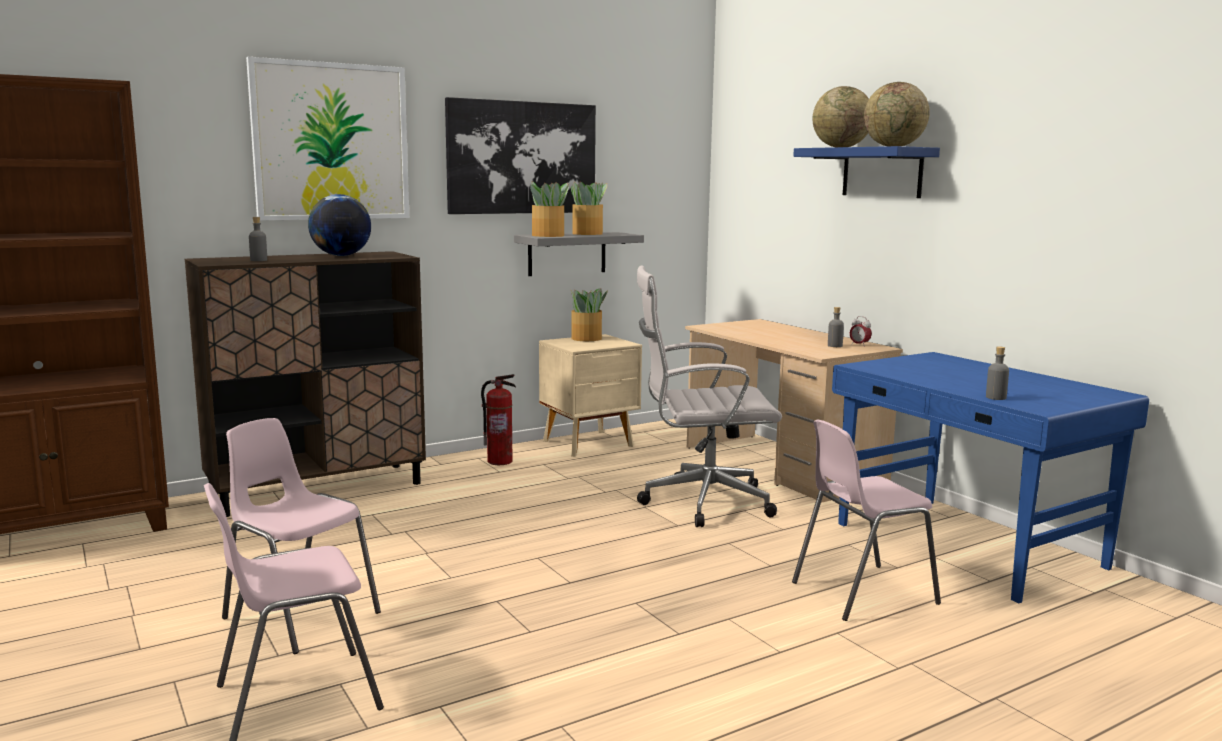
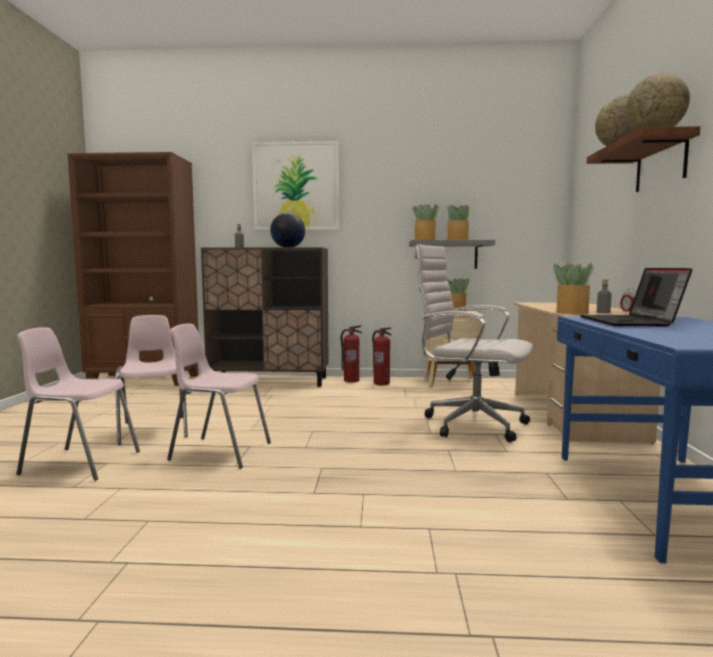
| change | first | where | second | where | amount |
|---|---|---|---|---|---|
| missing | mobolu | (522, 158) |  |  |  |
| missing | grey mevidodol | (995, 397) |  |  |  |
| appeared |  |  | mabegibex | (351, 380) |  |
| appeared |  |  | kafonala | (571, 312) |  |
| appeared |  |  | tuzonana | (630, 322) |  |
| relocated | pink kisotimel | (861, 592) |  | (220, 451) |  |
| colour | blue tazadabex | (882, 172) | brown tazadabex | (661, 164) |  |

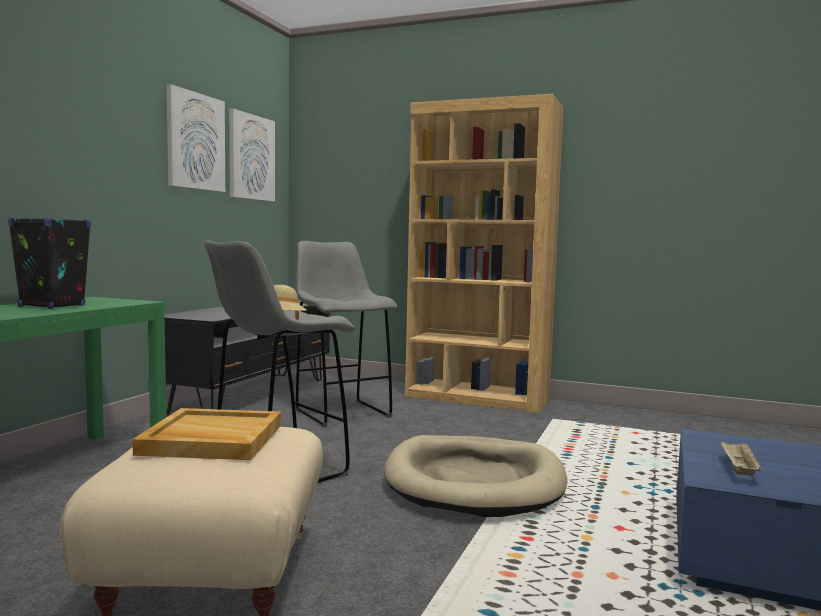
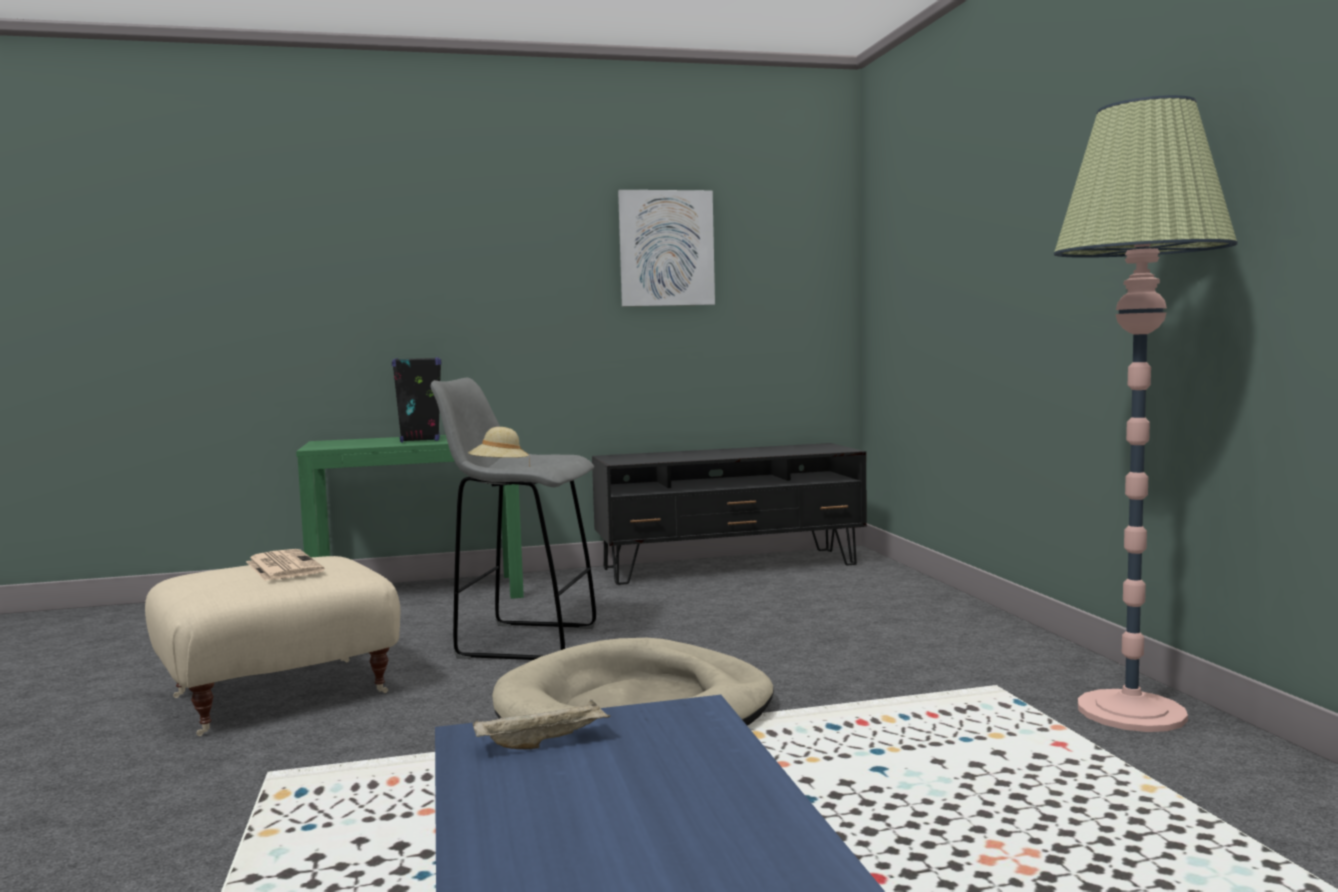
| change | first | where | second | where | amount |
|---|---|---|---|---|---|
| missing | mobolu | (251, 157) |  |  |  |
| missing | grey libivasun | (341, 413) |  |  |  |
| missing | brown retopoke | (477, 398) |  |  |  |
| appeared |  |  | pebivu | (1131, 712) |  |
| exchanged | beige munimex | (211, 439) | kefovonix | (282, 567) |  |

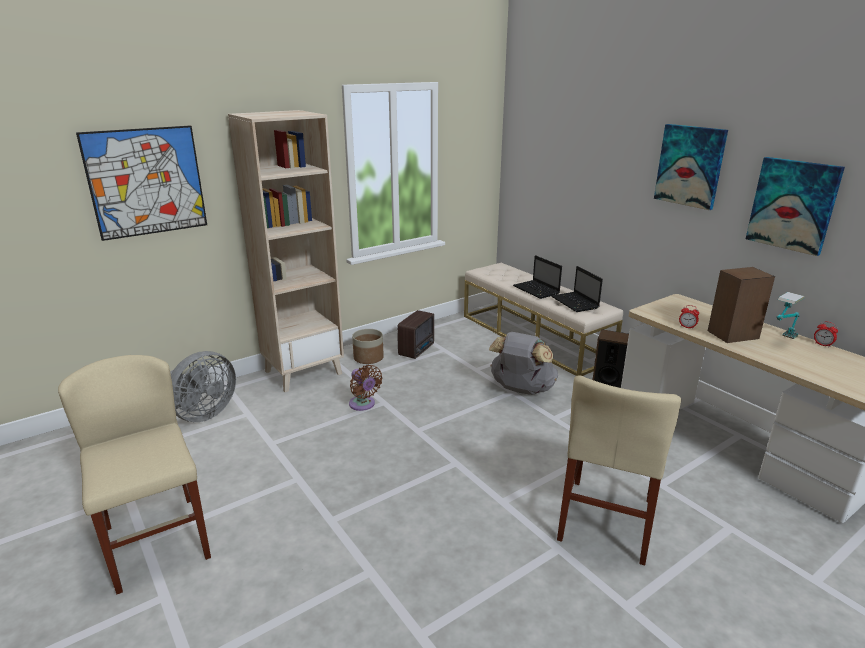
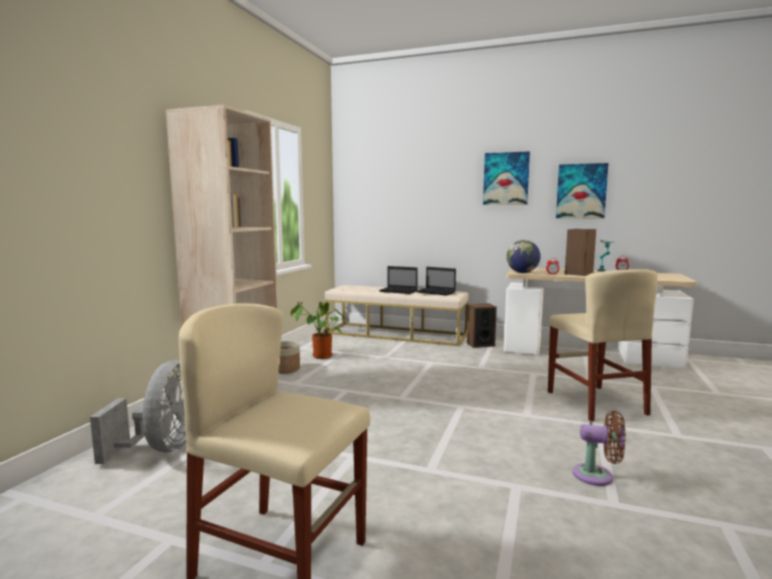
| change | first | where | second | where | amount |
|---|---|---|---|---|---|
| missing | mobolu | (146, 182) |  |  |  |
| missing | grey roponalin | (521, 390) |  |  |  |
| appeared |  |  | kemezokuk | (522, 272) |  |
| relocated | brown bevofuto | (363, 405) |  | (597, 476) |  |
| exchanged | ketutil | (417, 349) | kafonala | (320, 356) |  |

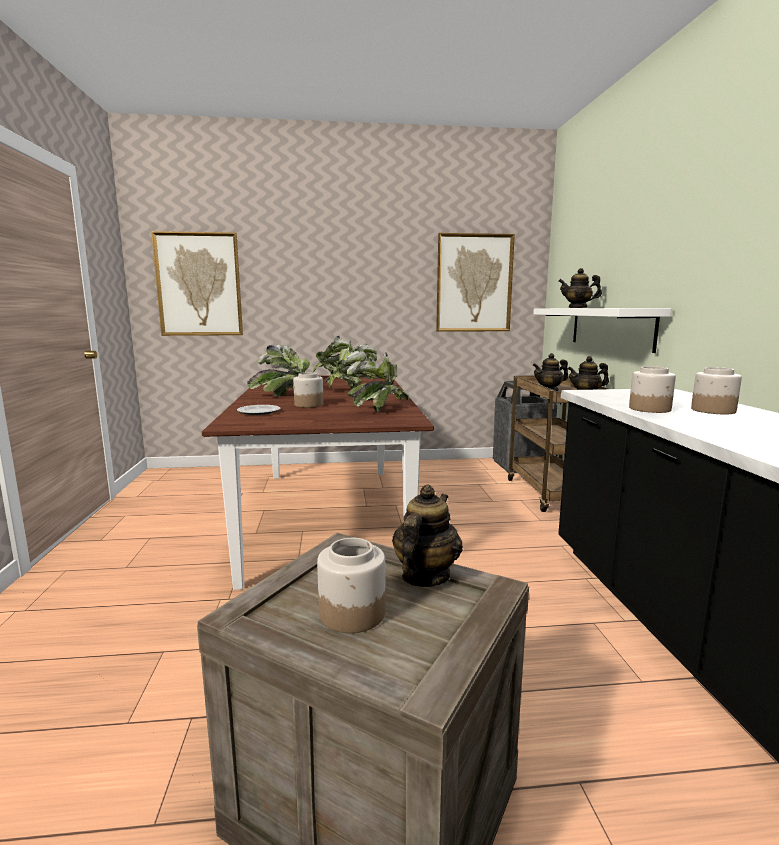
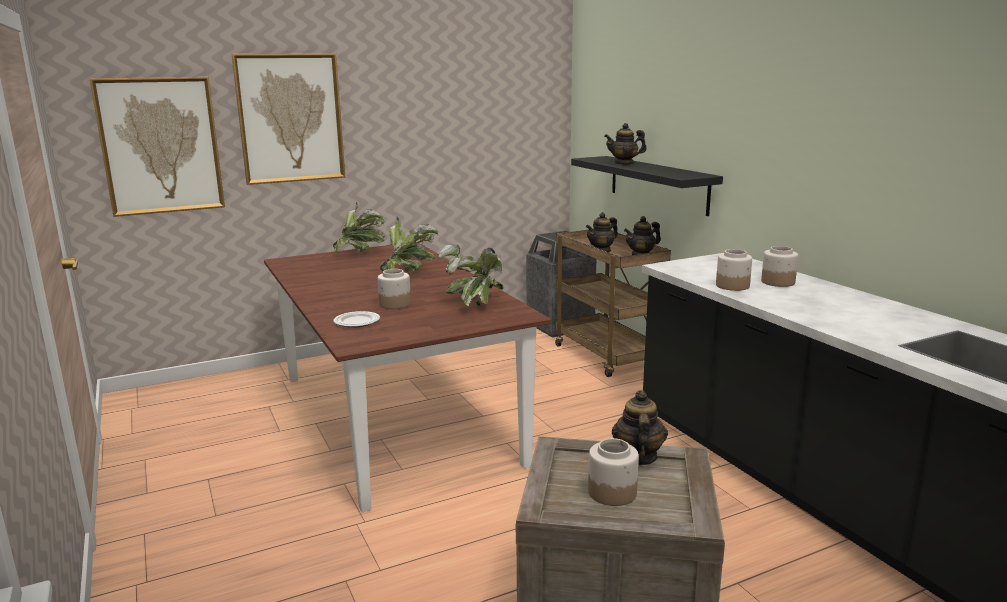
| change | first | where | second | where | amount |
|---|---|---|---|---|---|
| missing | kafonala | (284, 395) |  |  |  |
| relocated | mobolu | (474, 283) |  | (290, 118) |  |
| colour | white tazadabex | (610, 327) | black tazadabex | (657, 184) |  |

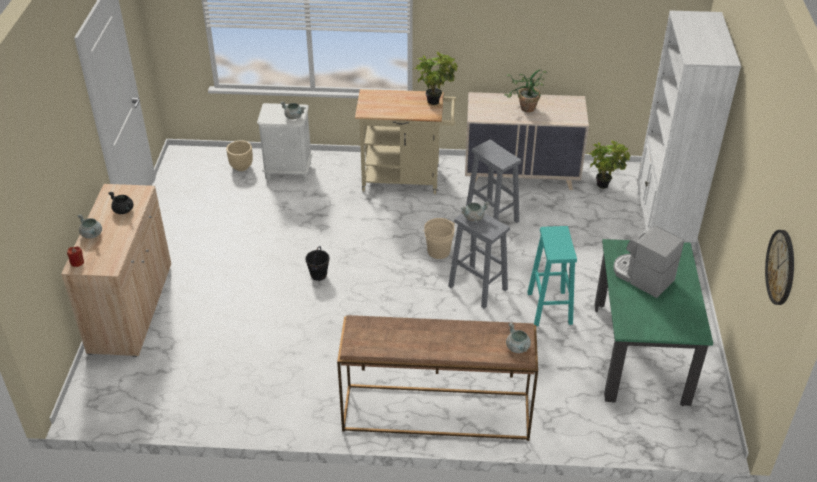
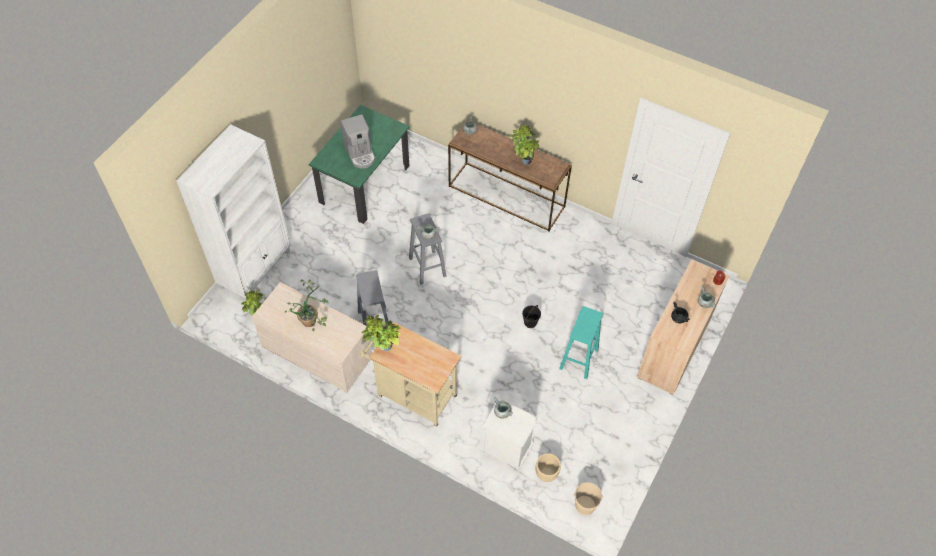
| change | first | where | second | where | amount |
|---|---|---|---|---|---|
| missing | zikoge | (781, 267) |  |  |  |
| appeared |  |  | kafonala | (523, 160) |  |
| relocated | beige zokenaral | (438, 251) |  | (585, 505) |  |
| relocated | turquoise libivasun | (549, 307) |  | (578, 359) |  |

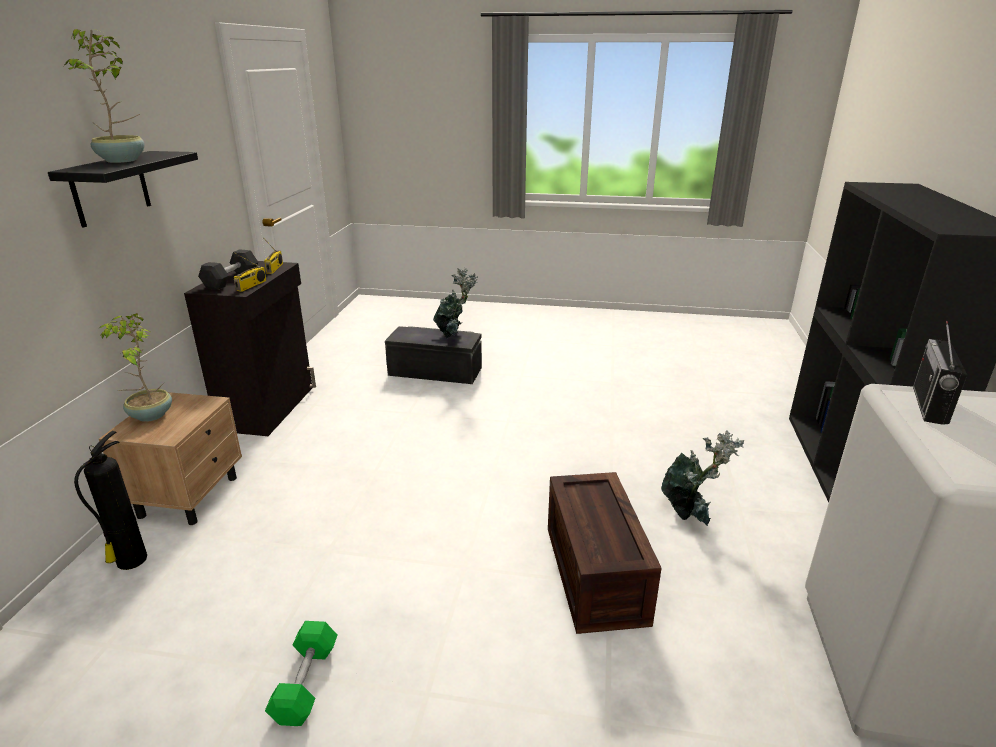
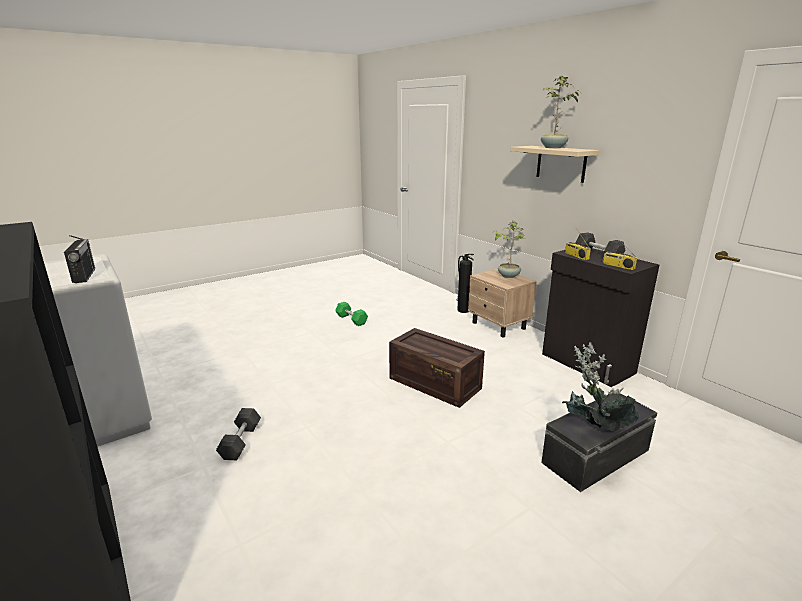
| change | first | where | second | where | amount |
|---|---|---|---|---|---|
| relocated | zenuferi | (598, 575) |  | (433, 383) |  |
| exchanged | kafonala | (690, 514) | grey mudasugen | (240, 442) |  |
| colour | black tazadabex | (110, 188) | beige tazadabex | (561, 163) |  |

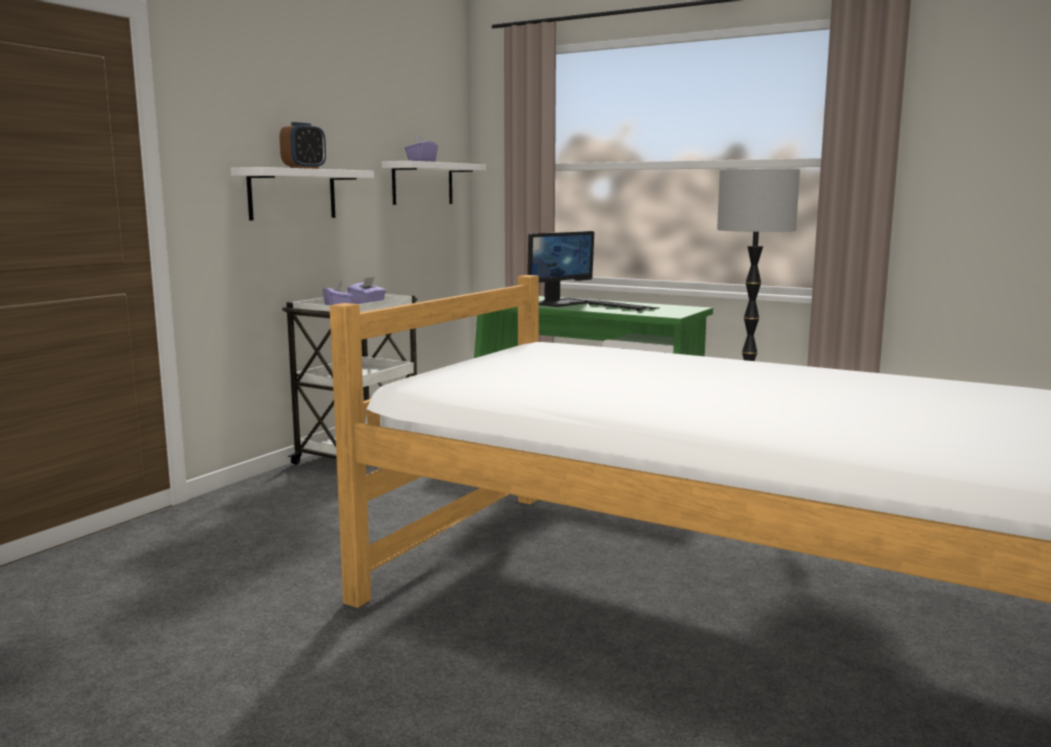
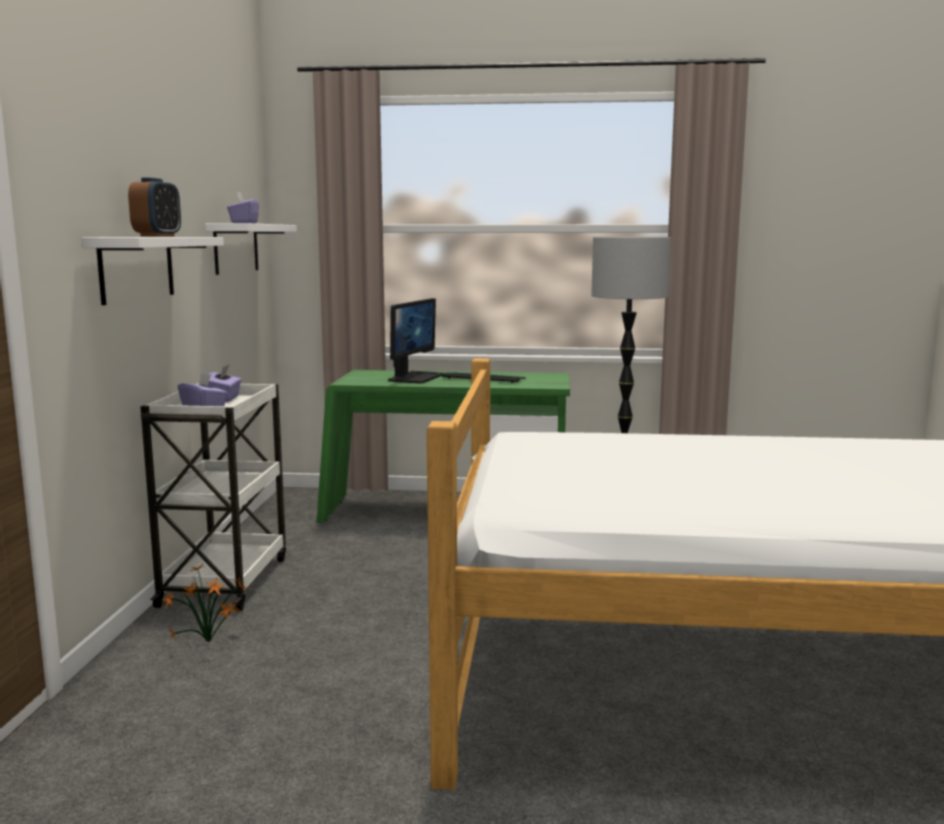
| change | first | where | second | where | amount |
|---|---|---|---|---|---|
| appeared |  |  | kafonala | (211, 642) |  |

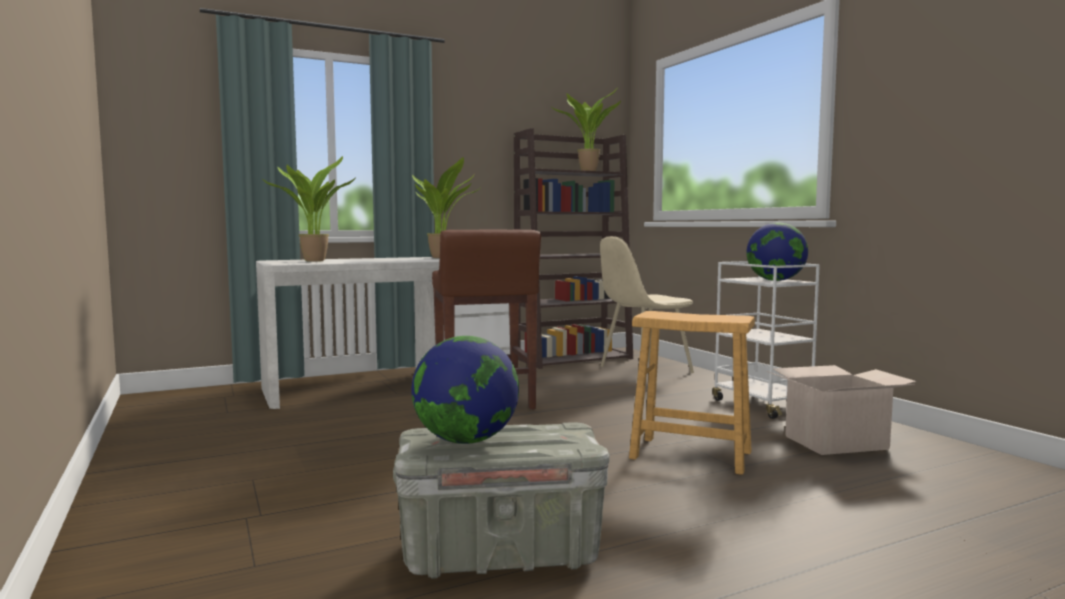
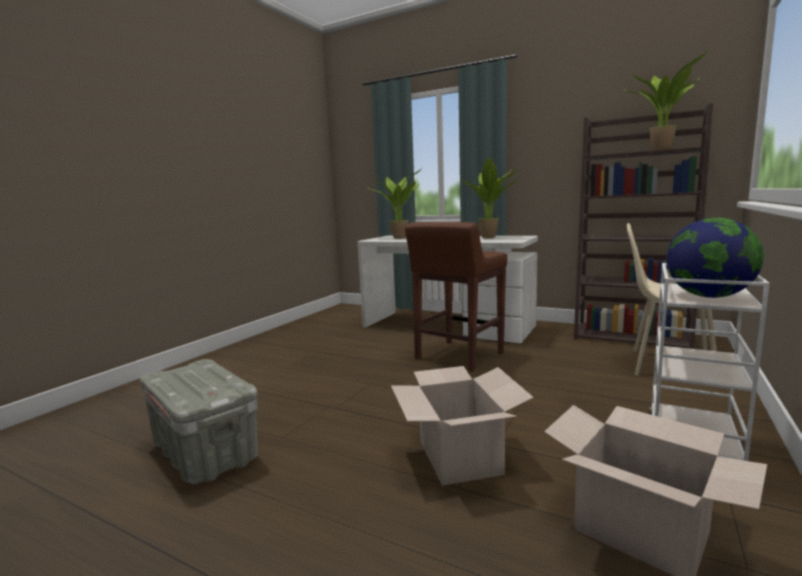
| change | first | where | second | where | amount |
|---|---|---|---|---|---|
| missing | kemezokuk | (466, 441) |  |  |  |
| exchanged | brown libivasun | (691, 455) | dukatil | (460, 457) |  |

